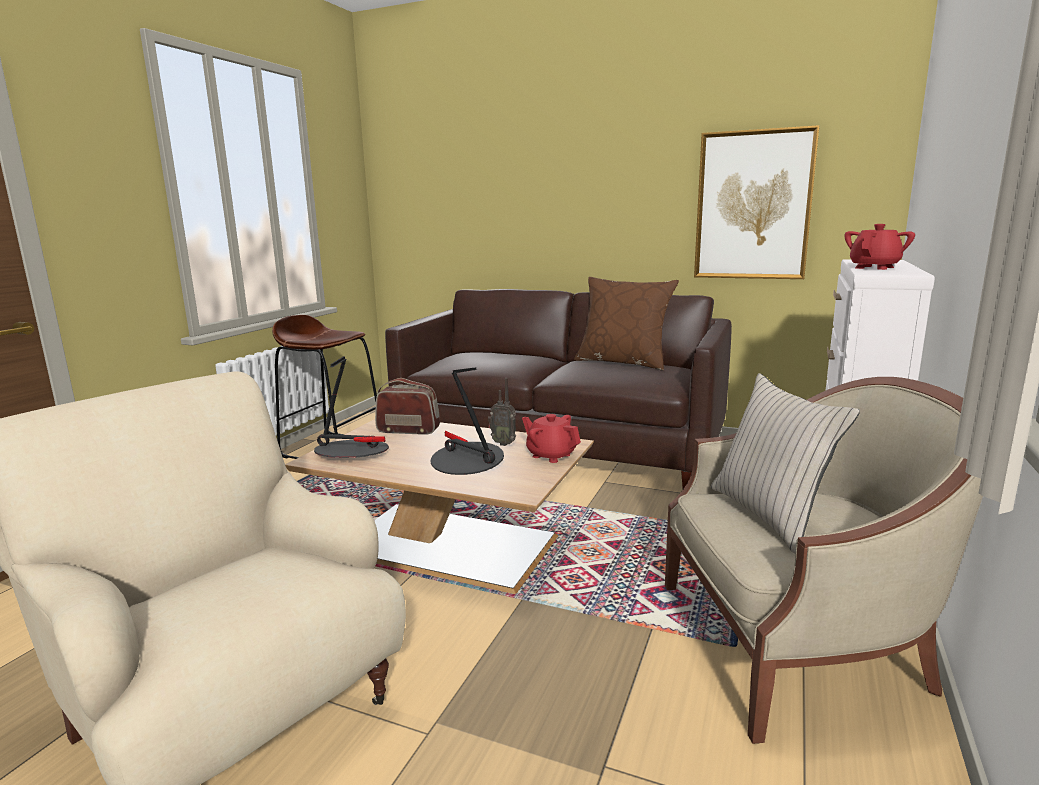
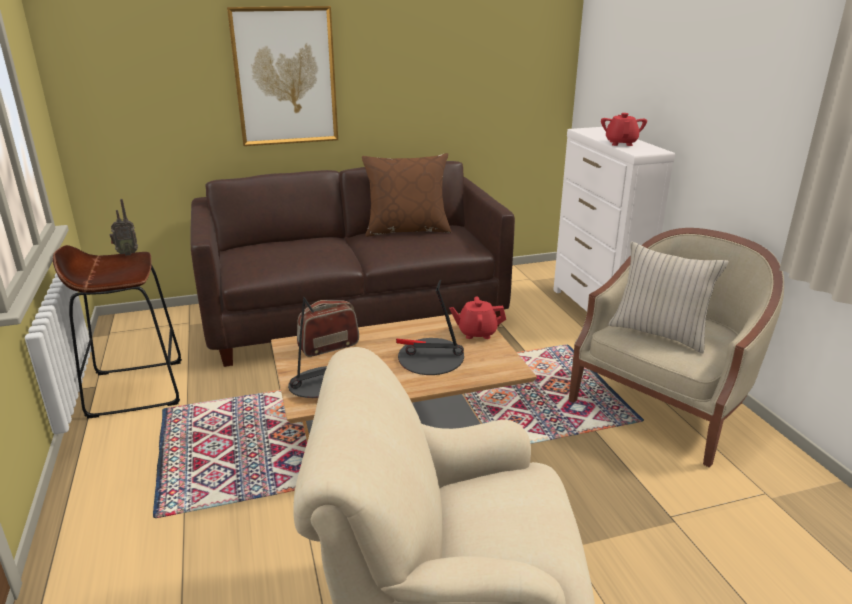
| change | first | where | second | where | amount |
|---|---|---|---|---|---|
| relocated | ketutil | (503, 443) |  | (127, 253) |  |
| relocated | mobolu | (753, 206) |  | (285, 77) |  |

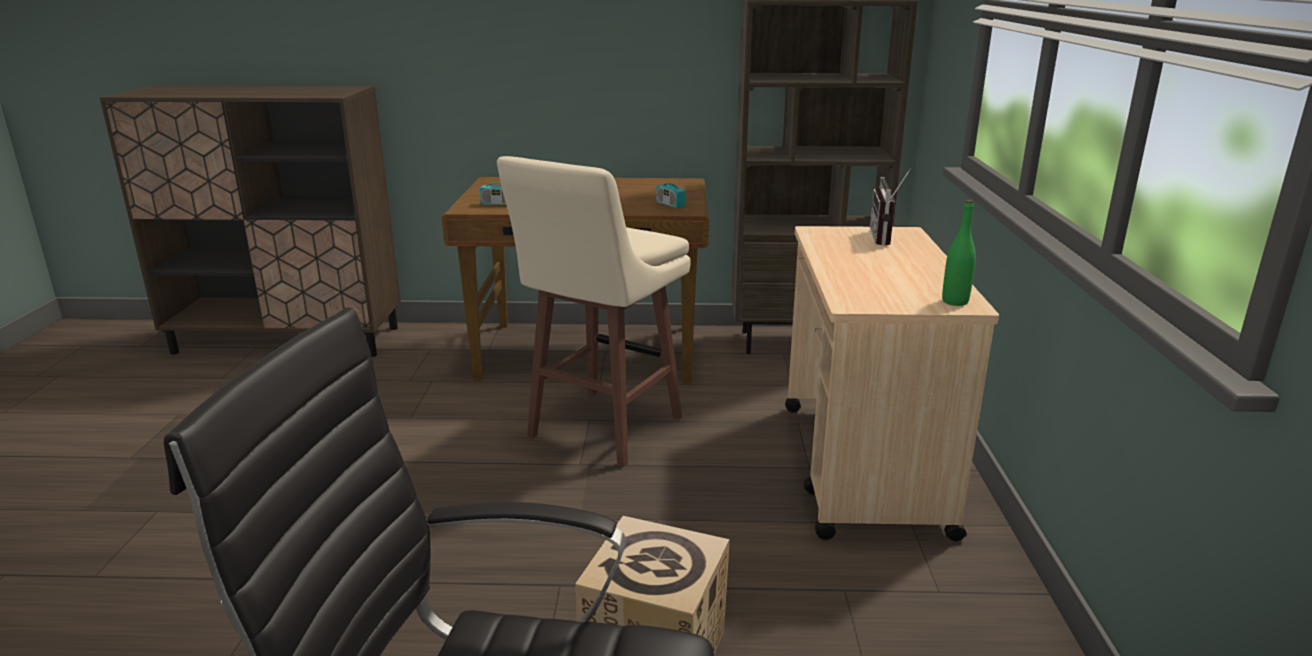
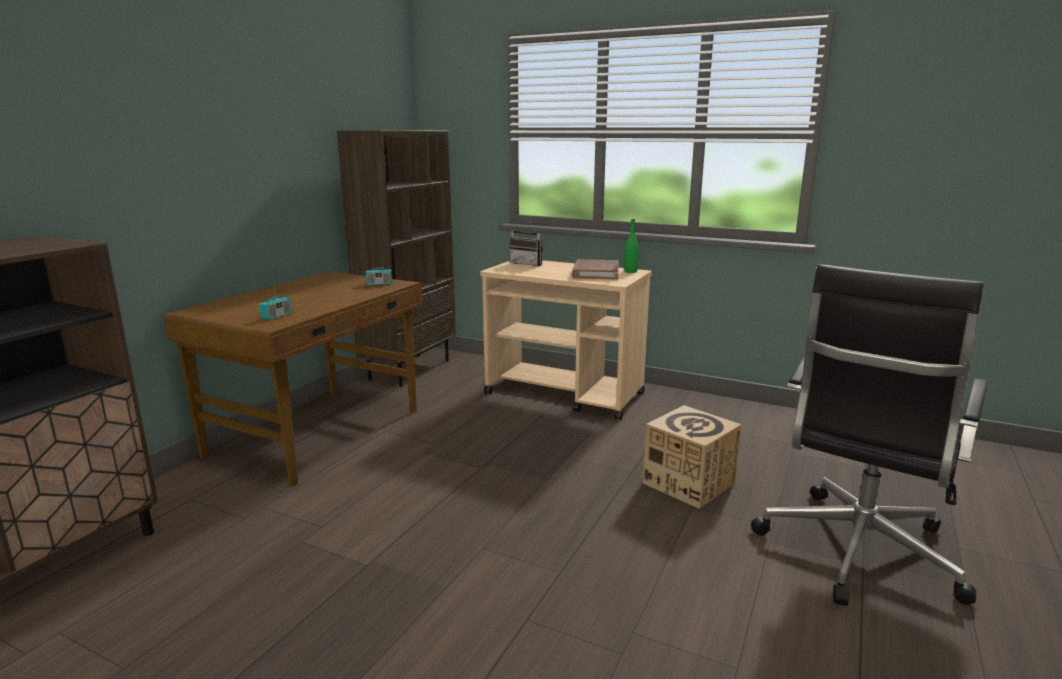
| change | first | where | second | where | amount |
|---|---|---|---|---|---|
| missing | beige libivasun | (602, 429) |  |  |  |
| appeared |  |  | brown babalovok | (595, 273) |  |

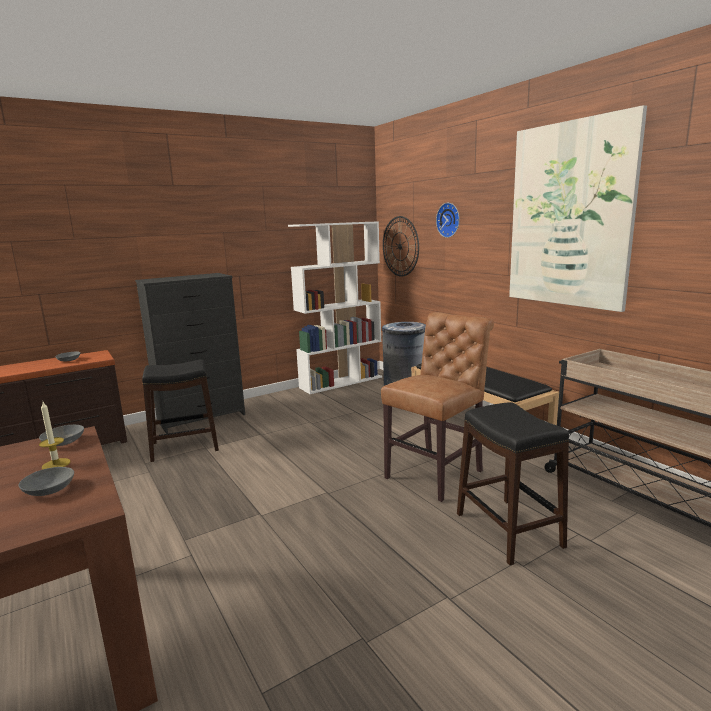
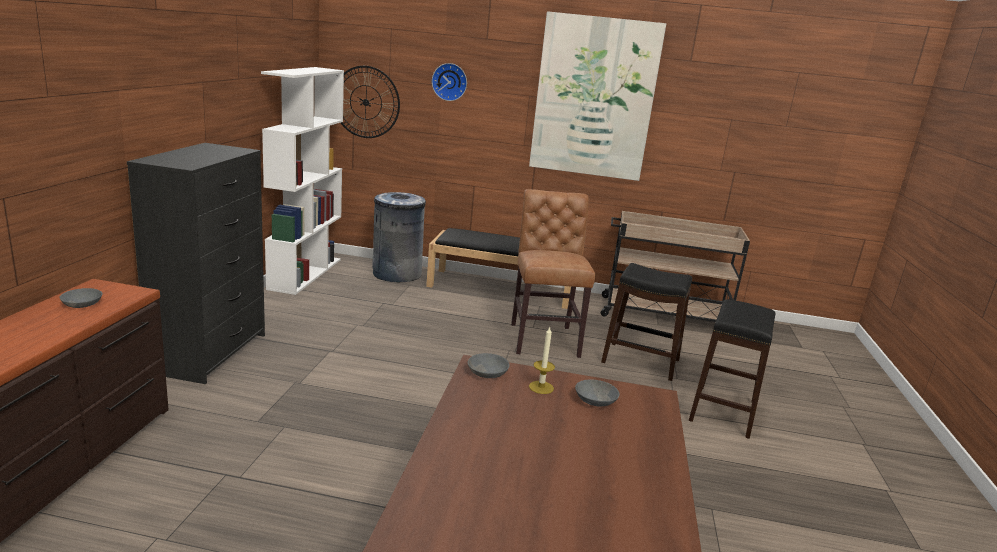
| change | first | where | second | where | amount |
|---|---|---|---|---|---|
| relocated | black libivasun | (184, 446) |  | (722, 411) |  |

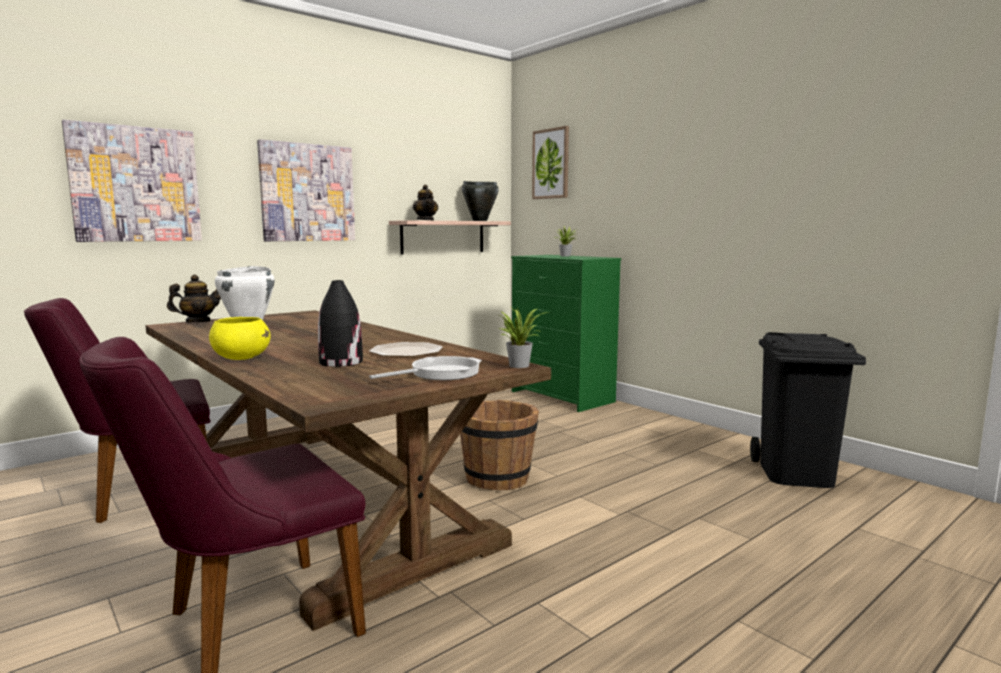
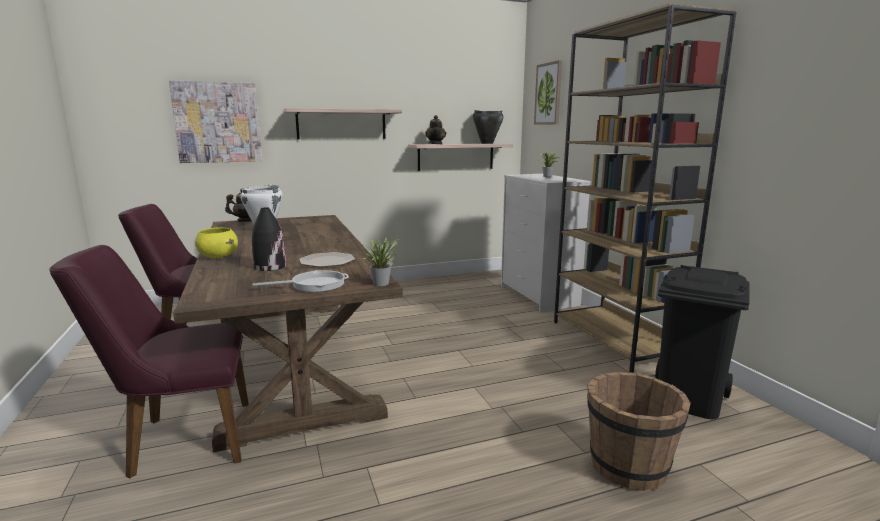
| change | first | where | second | where | amount |
|---|---|---|---|---|---|
| appeared |  |  | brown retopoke | (615, 340) |  |
| relocated | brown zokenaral | (497, 478) |  | (628, 466) |  |
| exchanged | mobolu | (307, 193) | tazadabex | (341, 124) |  |
| colour | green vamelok | (563, 397) | white vamelok | (539, 296) |  |

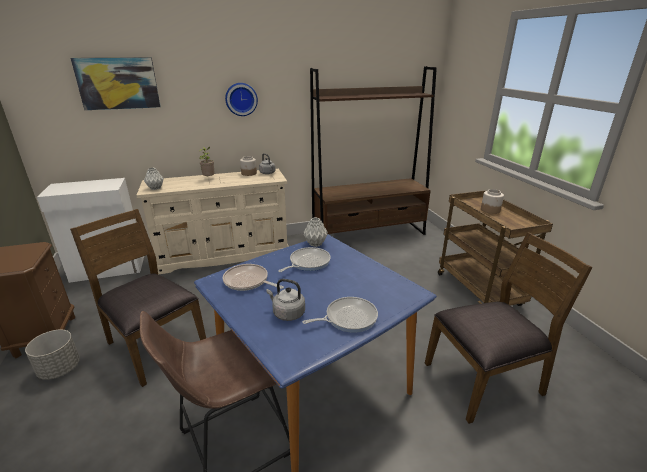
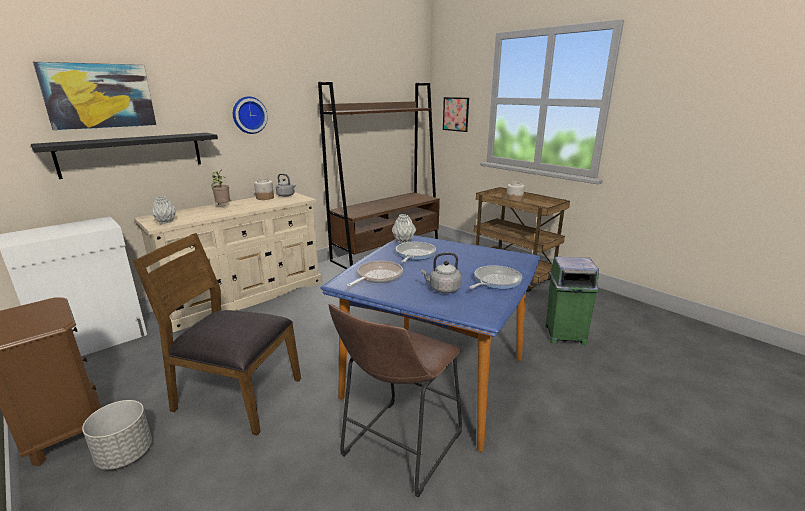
| change | first | where | second | where | amount |
|---|---|---|---|---|---|
| appeared |  |  | black tazadabex | (132, 154) |  |
| appeared |  |  | mobolu | (455, 114) |  |
| exchanged | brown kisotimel | (484, 379) | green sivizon | (564, 334) |  |
| spun | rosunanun | (248, 281) |  | (377, 276) | 120 degrees clockwise |

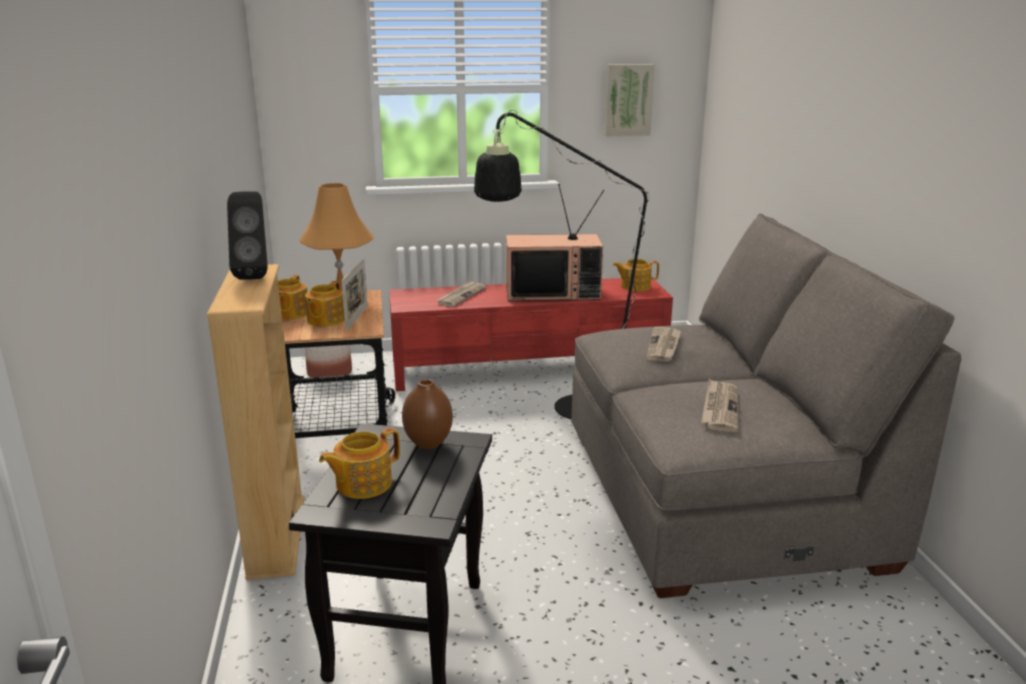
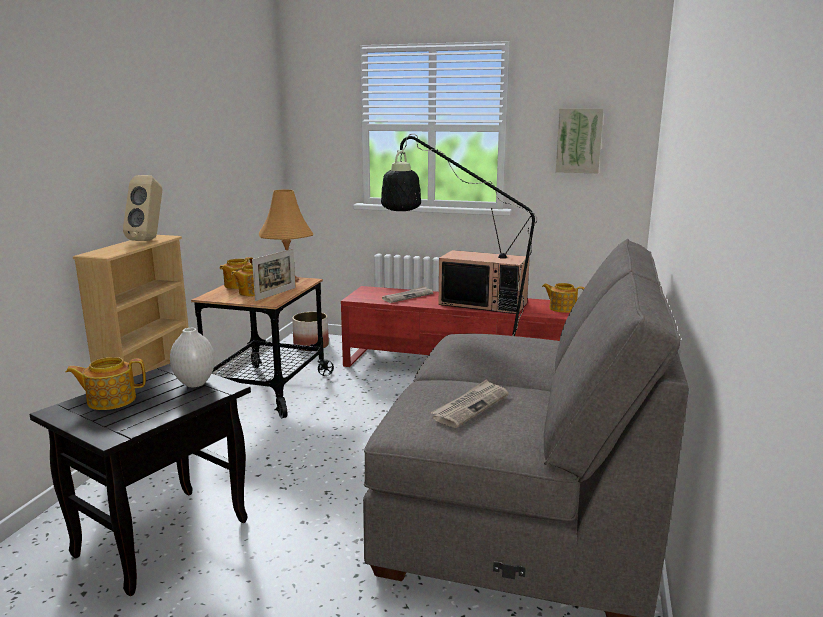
| change | first | where | second | where | amount |
|---|---|---|---|---|---|
| missing | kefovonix | (664, 346) |  |  |  |
| colour | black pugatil | (254, 275) | beige pugatil | (149, 240) |  |
| colour | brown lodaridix | (428, 444) | white lodaridix | (194, 384) |  |

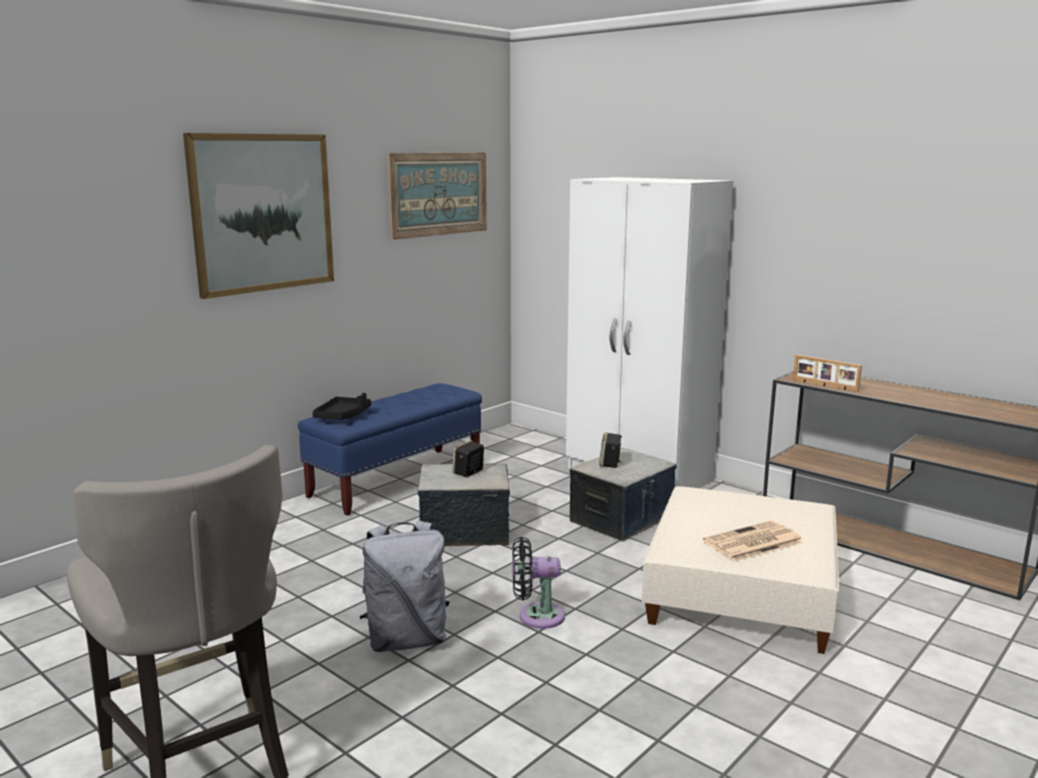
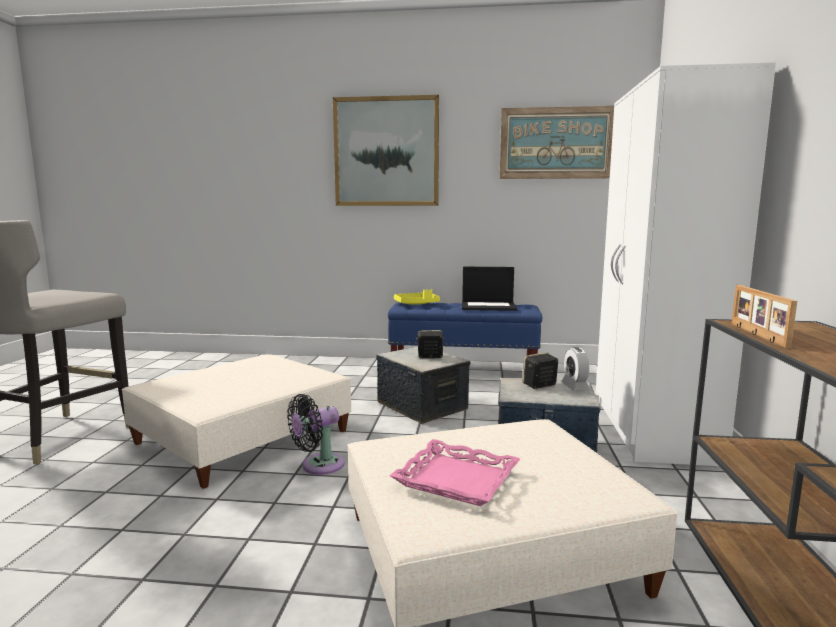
| change | first | where | second | where | amount |
|---|---|---|---|---|---|
| appeared |  |  | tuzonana | (489, 306) |  |
| appeared |  |  | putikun | (575, 386) |  |
| exchanged | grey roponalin | (406, 640) | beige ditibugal | (243, 436) |  |
| exchanged | kefovonix | (752, 542) | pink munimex | (456, 480) |  |
| colour | black munimex | (343, 416) | yellow munimex | (417, 304) |  |
| spun | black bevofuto | (536, 616) |  | (318, 466) | 90 degrees counterclockwise |

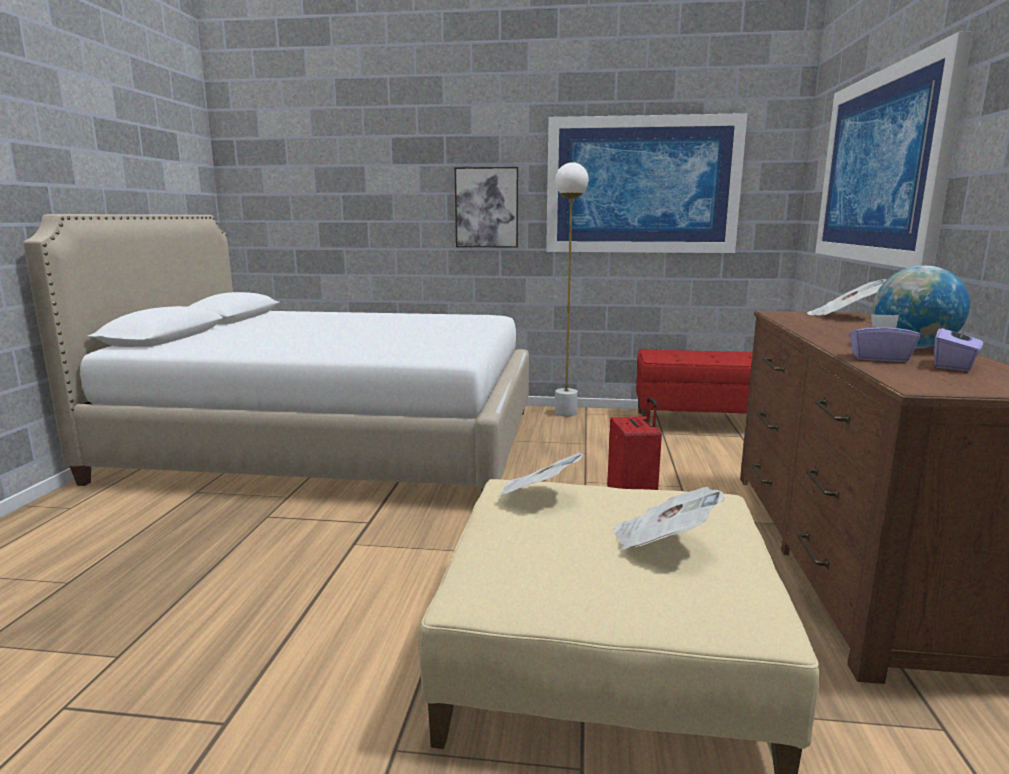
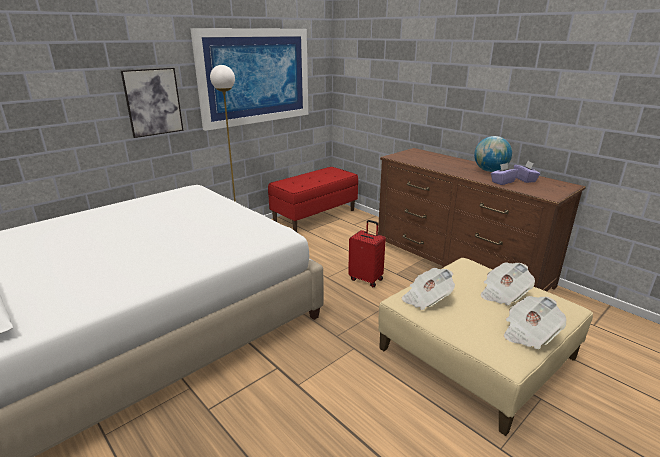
| change | first | where | second | where | amount |
|---|---|---|---|---|---|
| missing | mobolu | (881, 167) |  |  |  |
| relocated | kefovonix | (843, 316) |  | (529, 333) |  |

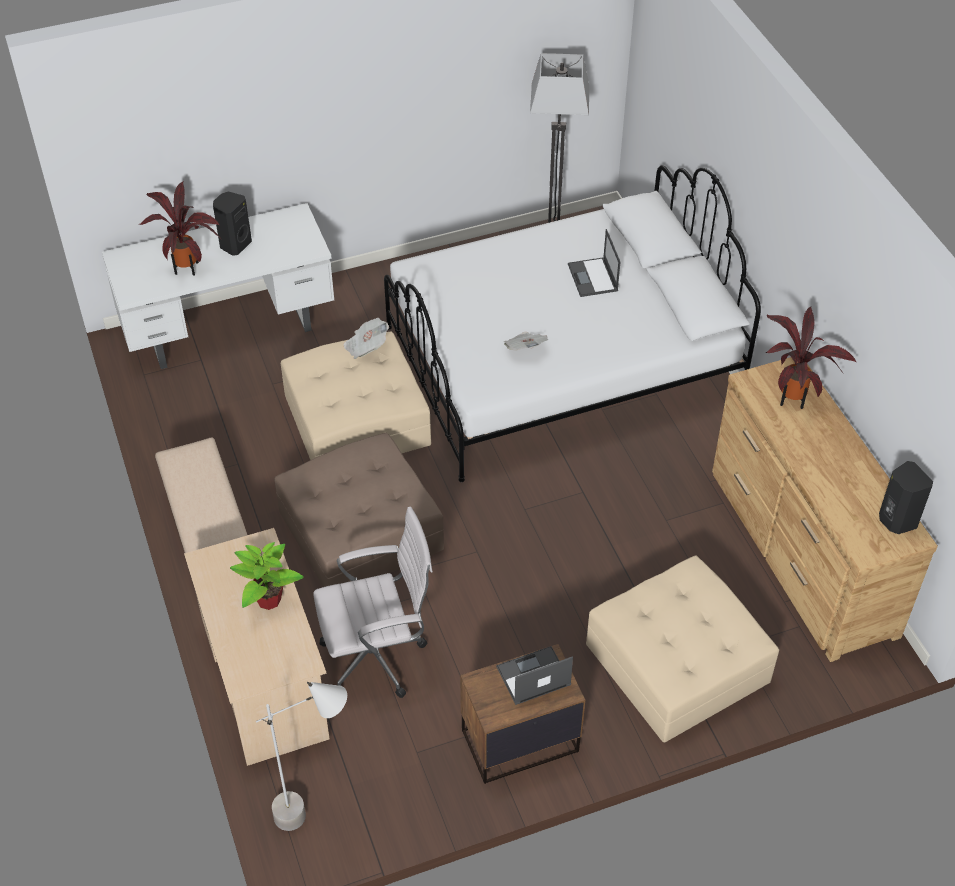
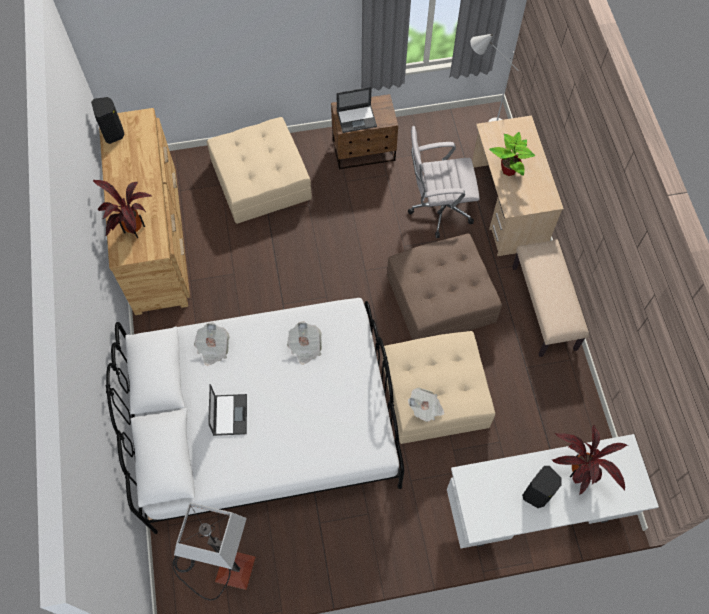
| change | first | where | second | where | amount |
|---|---|---|---|---|---|
| appeared |  |  | kefovonix | (213, 348) |  |

